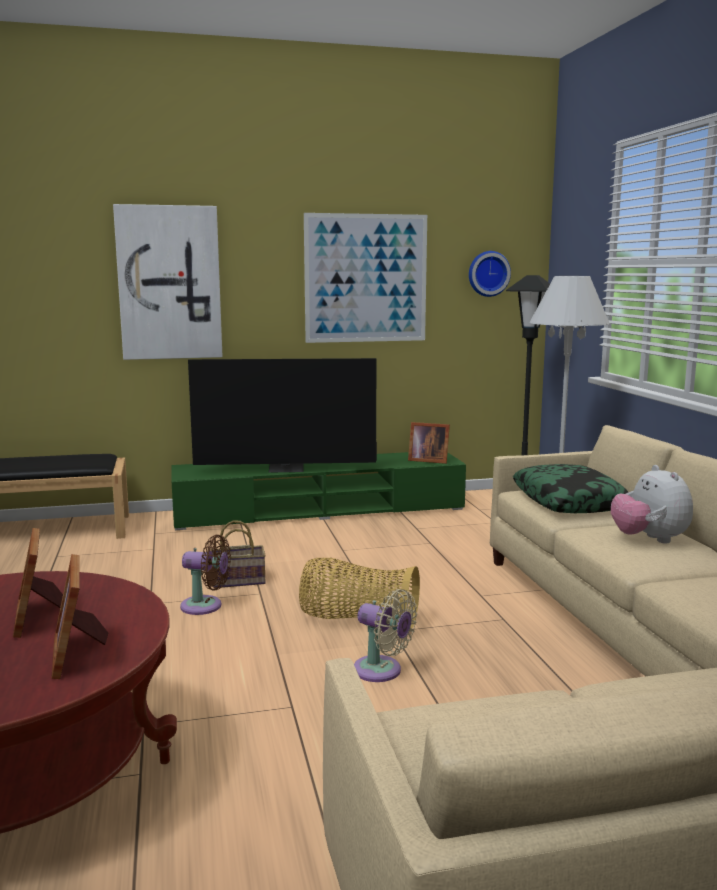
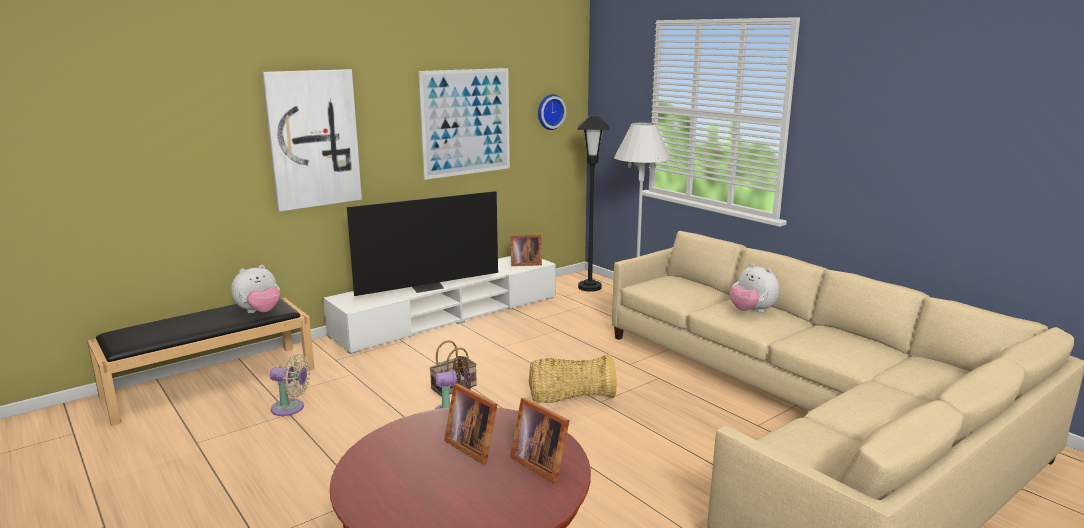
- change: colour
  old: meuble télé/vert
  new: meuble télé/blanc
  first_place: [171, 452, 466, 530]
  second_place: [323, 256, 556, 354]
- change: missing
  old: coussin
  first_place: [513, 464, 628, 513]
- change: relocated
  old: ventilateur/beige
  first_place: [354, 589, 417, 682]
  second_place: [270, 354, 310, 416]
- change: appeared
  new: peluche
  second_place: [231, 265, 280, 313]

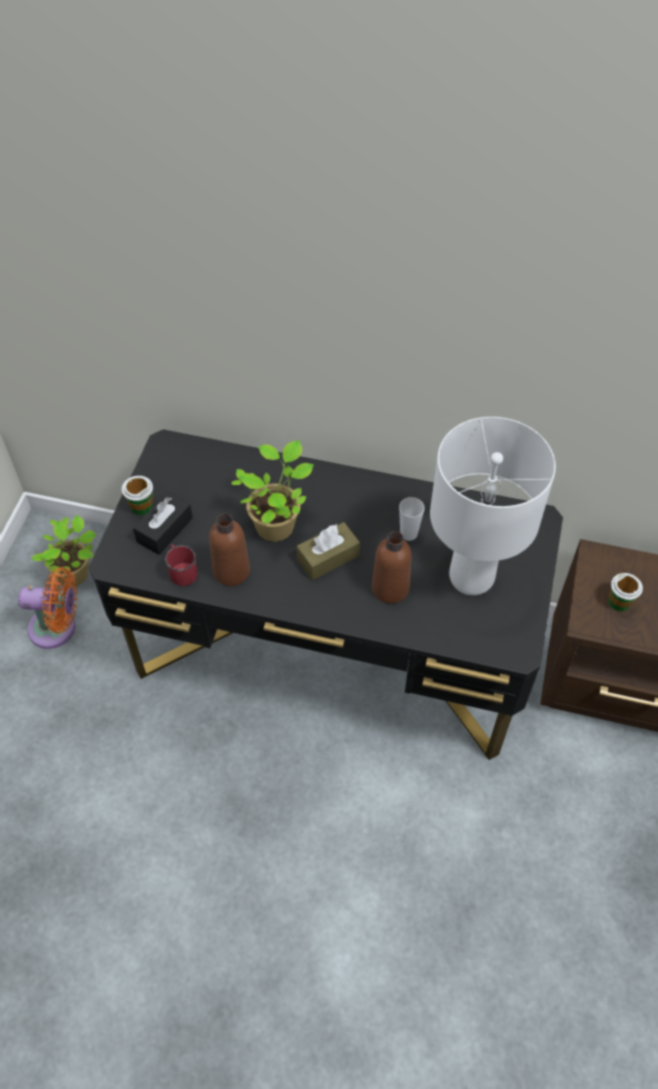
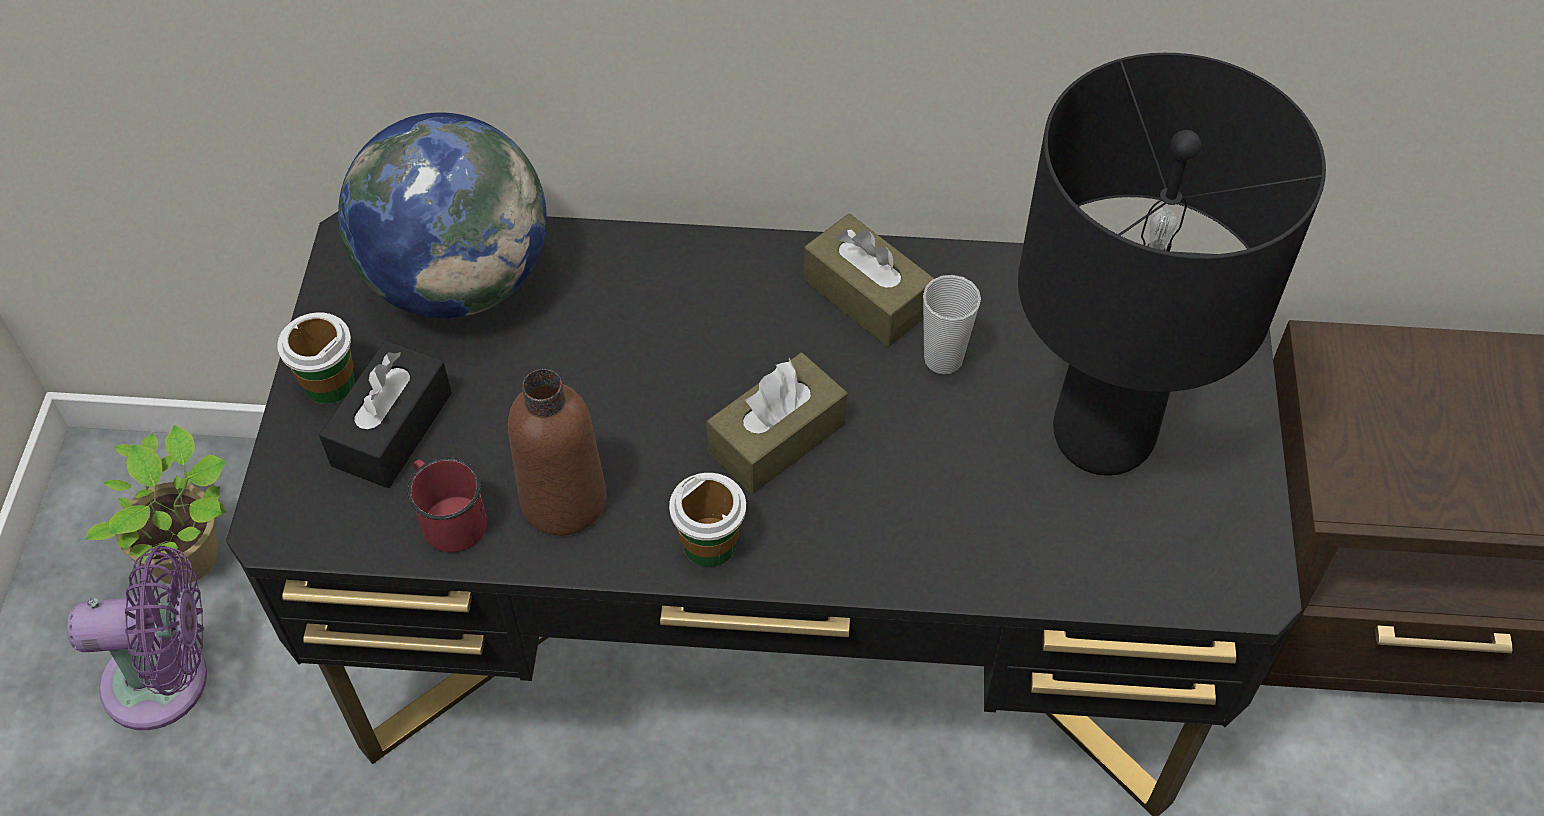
- change: colour
  old: lampe de table/blanc
  new: lampe de table/noir
  first_place: [430, 417, 556, 596]
  second_place: [1018, 53, 1326, 476]
- change: missing
  old: plante en pot
  first_place: [231, 440, 314, 542]
- change: missing
  old: bouteille/marron
  first_place: [372, 531, 412, 604]
- change: colour
  old: ventilateur/orange
  new: ventilateur/violet
  first_place: [18, 567, 77, 649]
  second_place: [67, 546, 207, 730]
- change: relocated
  old: tasse
  first_place: [609, 573, 643, 612]
  second_place: [669, 473, 746, 567]
- change: appeared
  new: globe
  second_place: [338, 113, 547, 318]
- change: appeared
  new: boîte à mouchoirs/marron
  second_place: [804, 214, 934, 347]

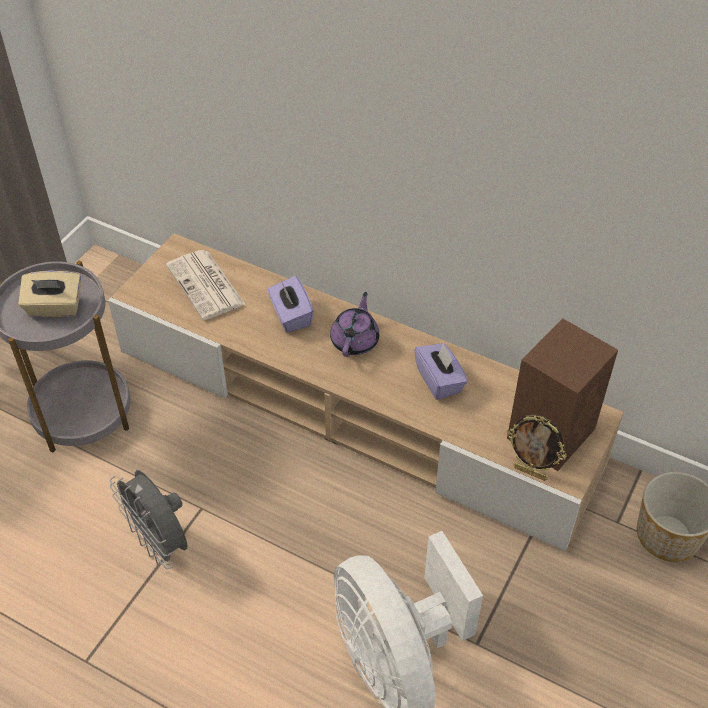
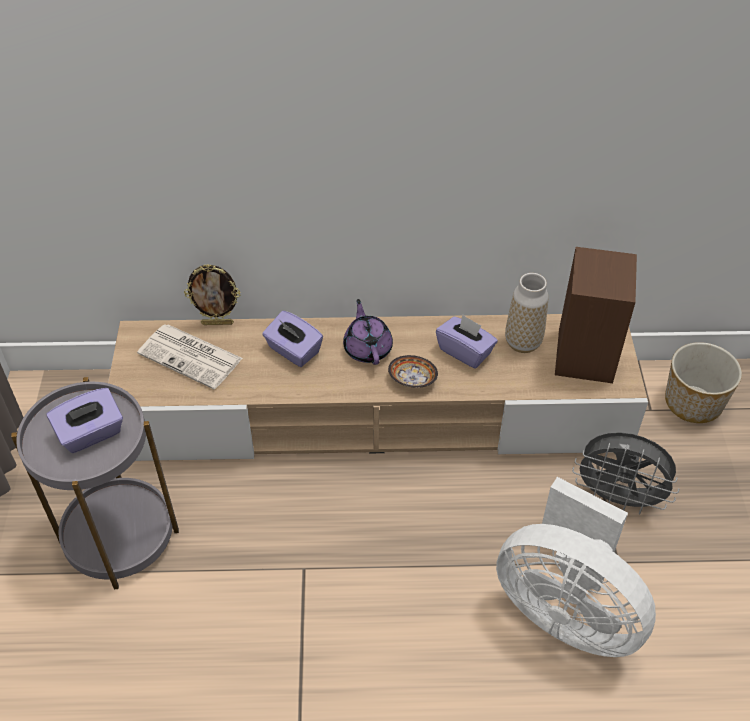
- change: colour
  old: boîte à mouchoirs/beige
  new: boîte à mouchoirs/violet
  first_place: [18, 271, 81, 317]
  second_place: [46, 388, 123, 453]
- change: relocated
  old: cadre photo
  first_place: [507, 415, 567, 481]
  second_place: [184, 264, 241, 325]
- change: relocated
  old: ventilateur/gris
  first_place: [110, 470, 187, 569]
  second_place: [572, 432, 680, 515]
- change: appeared
  new: vase
  second_place: [505, 273, 549, 353]
- change: appeared
  new: bol
  second_place: [388, 355, 438, 388]

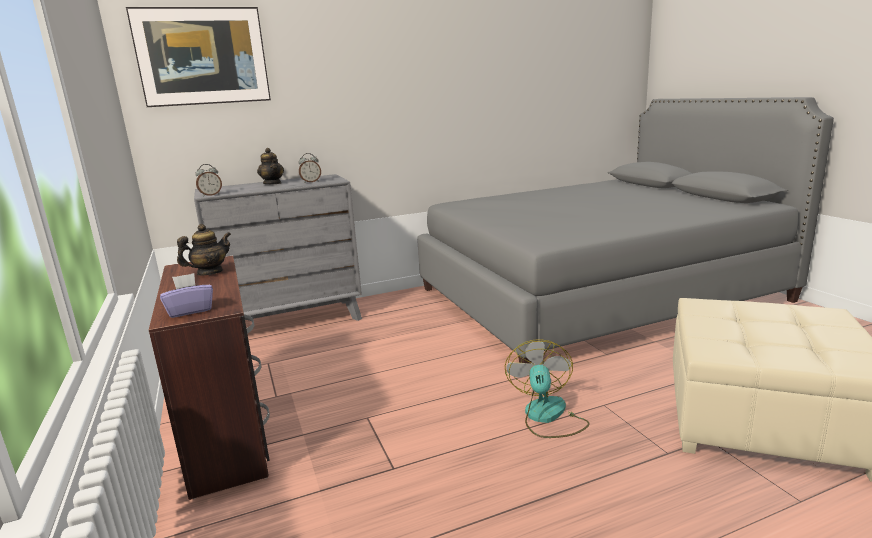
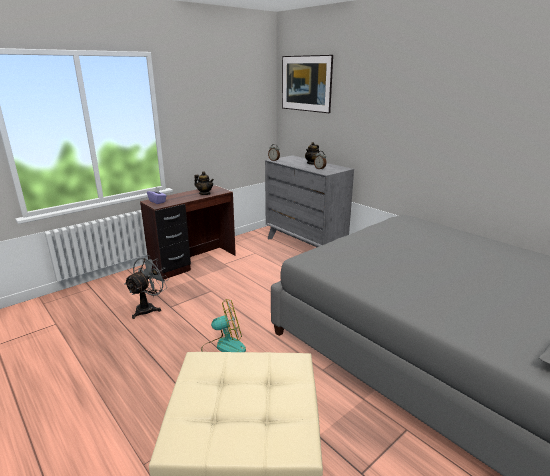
- change: appeared
  new: ventilateur/gris
  second_place: [124, 255, 169, 319]

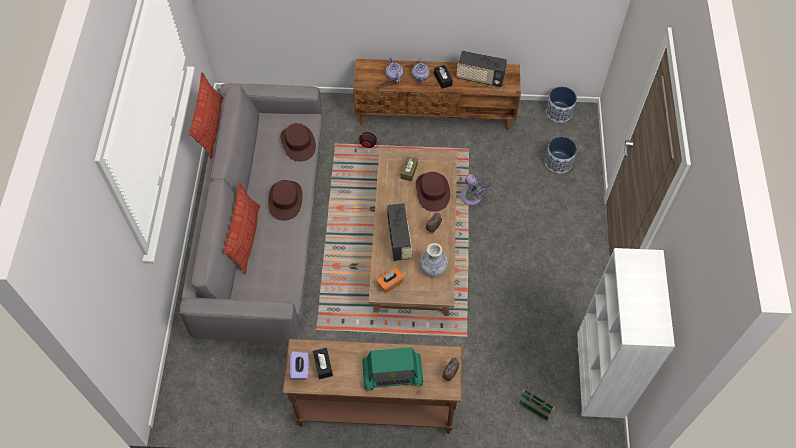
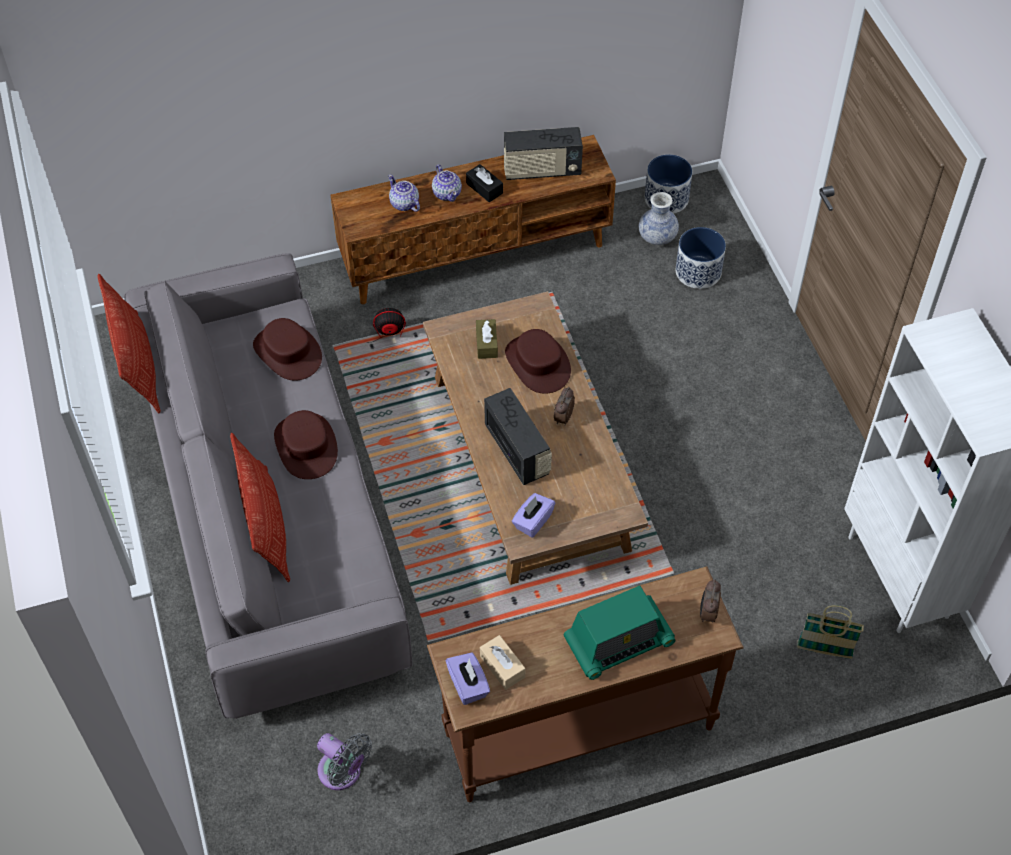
- change: relocated
  old: ventilateur/gris
  first_place: [460, 174, 491, 206]
  second_place: [317, 733, 372, 790]
- change: relocated
  old: vase
  first_place: [420, 243, 448, 276]
  second_place: [639, 192, 679, 245]
- change: colour
  old: boîte à mouchoirs/orange
  new: boîte à mouchoirs/violet
  first_place: [376, 268, 404, 293]
  second_place: [511, 493, 555, 538]
- change: colour
  old: boîte à mouchoirs/noir
  new: boîte à mouchoirs/beige
  first_place: [313, 348, 333, 379]
  second_place: [480, 635, 525, 690]

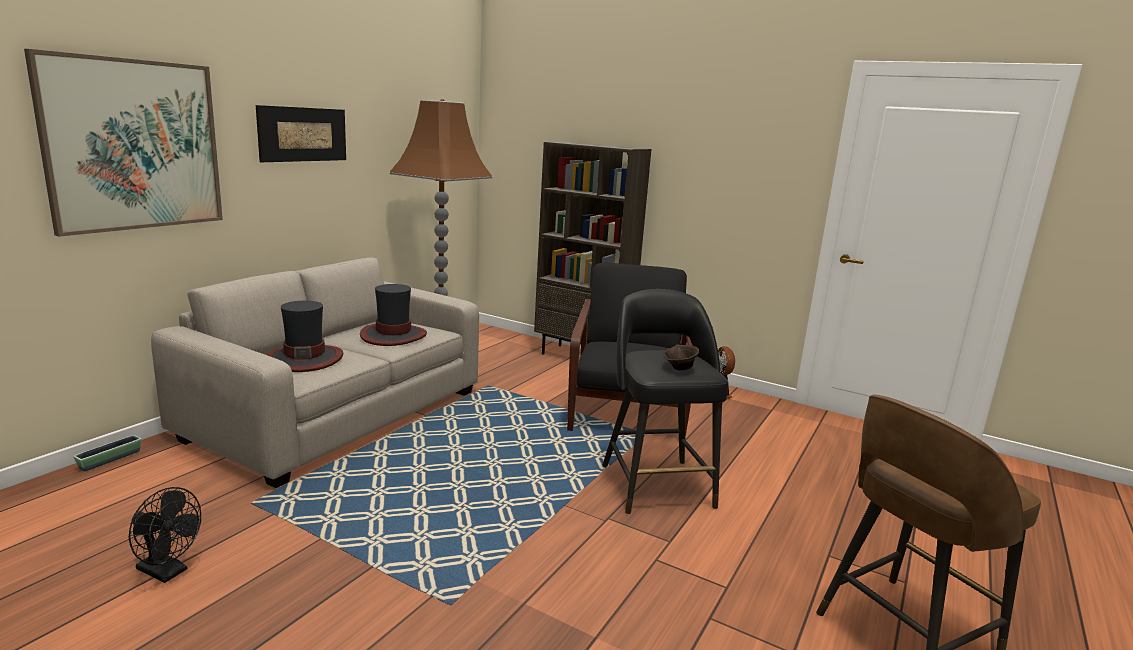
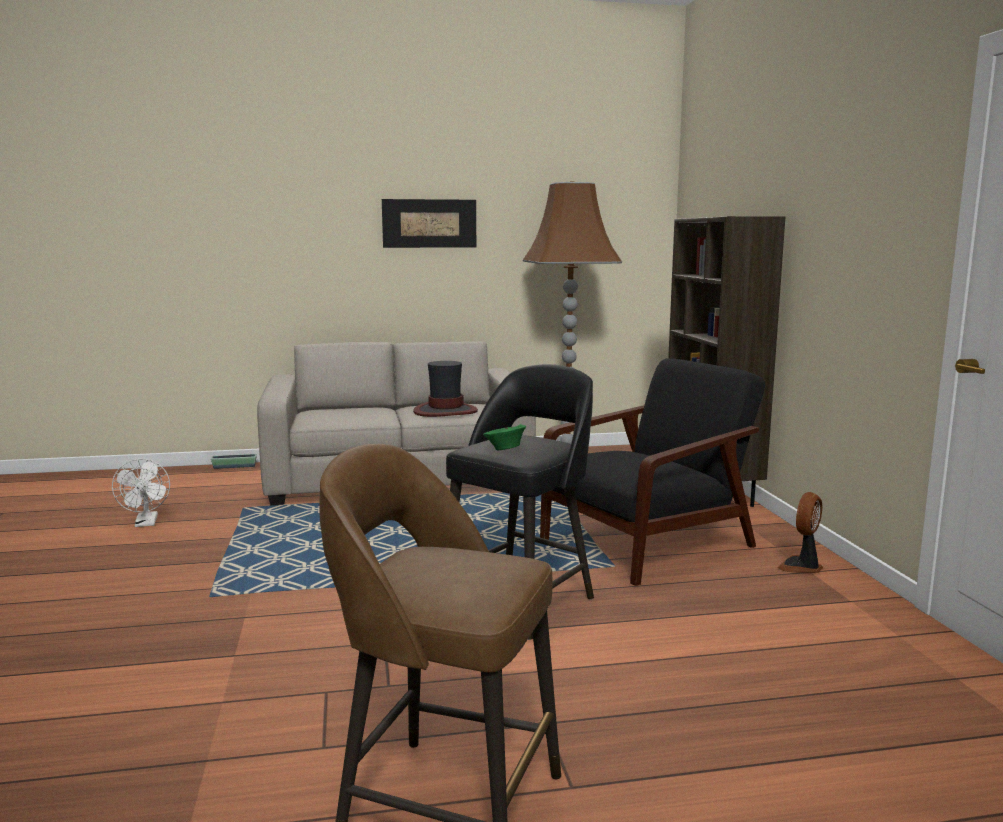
- change: missing
  old: tableau
  first_place: [24, 49, 223, 237]
- change: missing
  old: chapeau
  first_place: [266, 301, 343, 372]
- change: colour
  old: bol/marron
  new: bol/vert
  first_place: [664, 345, 699, 371]
  second_place: [483, 424, 526, 450]
- change: colour
  old: ventilateur/noir
  new: ventilateur/blanc
  first_place: [129, 487, 201, 583]
  second_place: [112, 459, 170, 527]

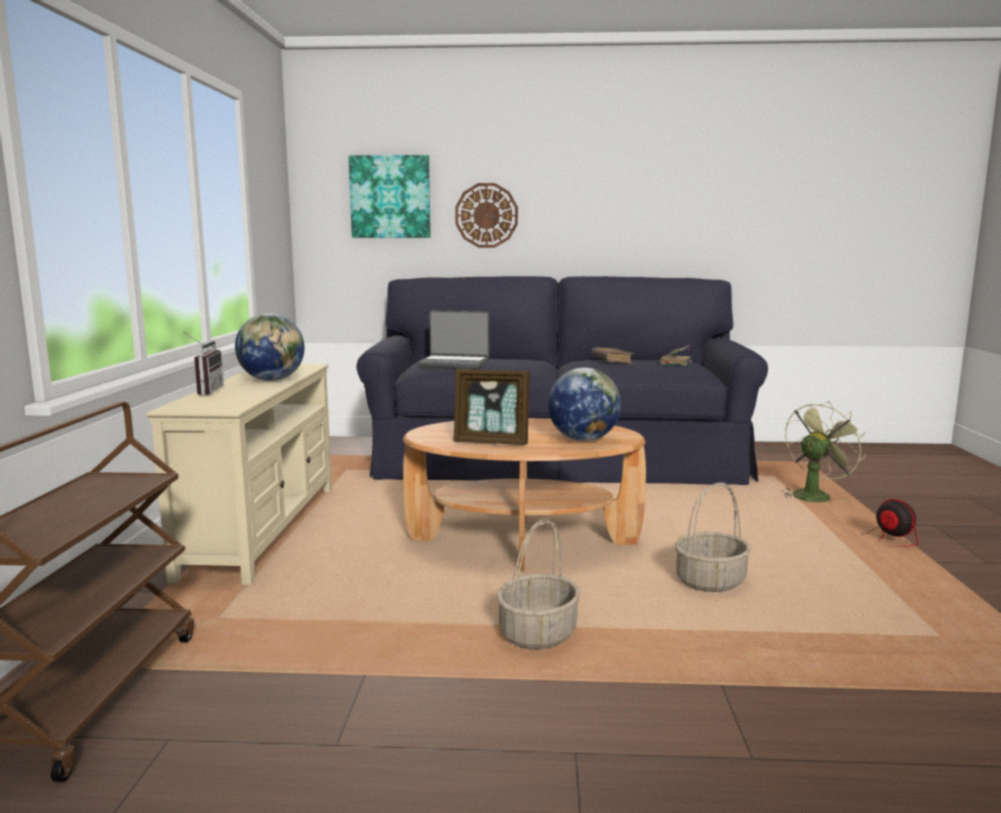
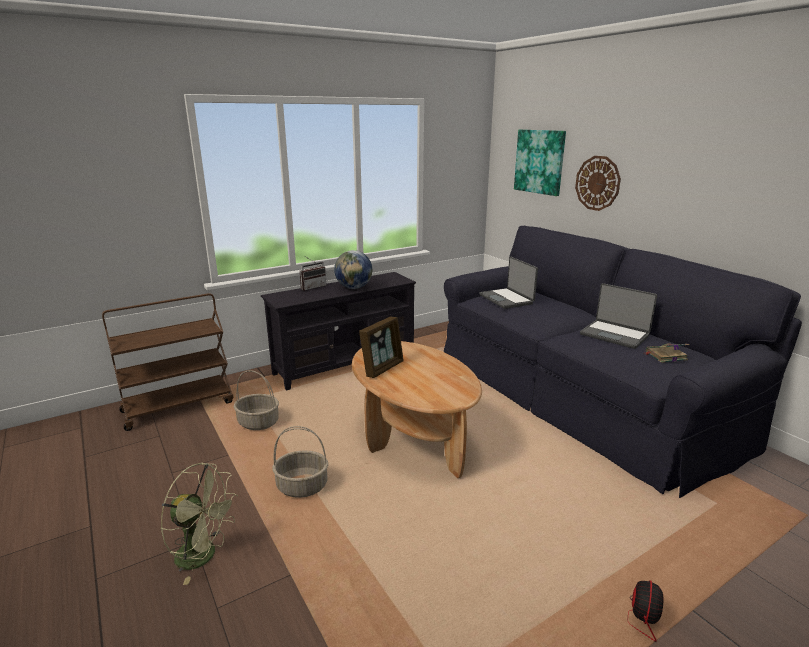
- change: exchanged
  old: livre/marron
  new: ordinateur portable
  first_place: [591, 348, 634, 364]
  second_place: [580, 283, 657, 349]
- change: colour
  old: meuble télé/beige
  new: meuble télé/noir
  first_place: [146, 364, 332, 585]
  second_place: [261, 272, 416, 390]
- change: missing
  old: globe
  first_place: [548, 368, 621, 441]
- change: spun
  old: cadre photo
  first_place: [454, 369, 530, 445]
  second_place: [359, 317, 404, 378]
  degrees: -120
- change: relocated
  old: ventilateur/vert
  first_place: [782, 401, 866, 502]
  second_place: [160, 463, 238, 585]
- change: relocated
  old: panier
  first_place: [675, 482, 751, 592]
  second_place: [234, 370, 279, 430]

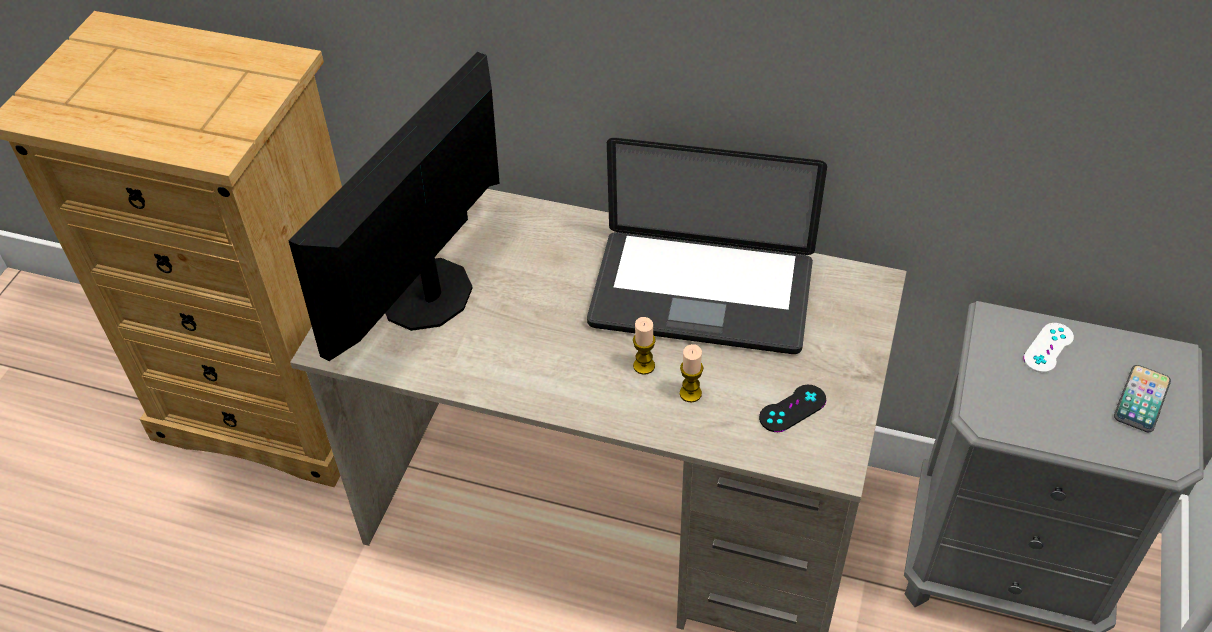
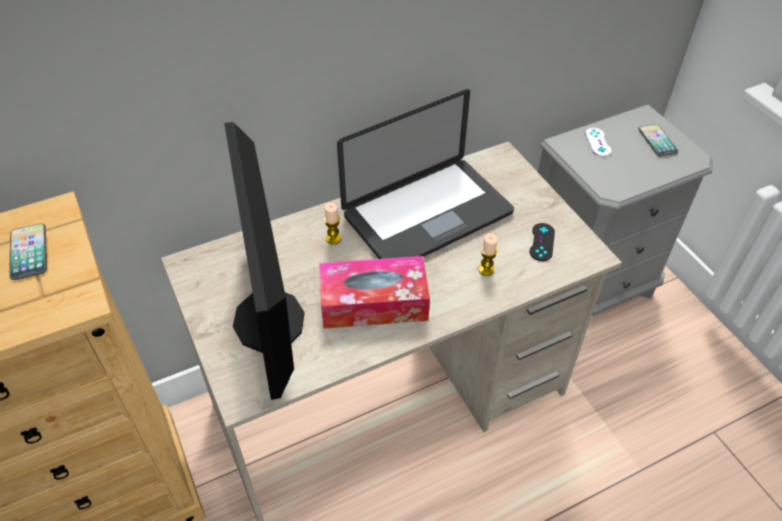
- change: relocated
  old: bougie
  first_place: [633, 317, 656, 375]
  second_place: [324, 203, 341, 244]
- change: appeared
  new: téléphone
  second_place: [9, 223, 47, 280]
- change: appeared
  new: boîte à mouchoirs
  second_place: [319, 256, 430, 329]

